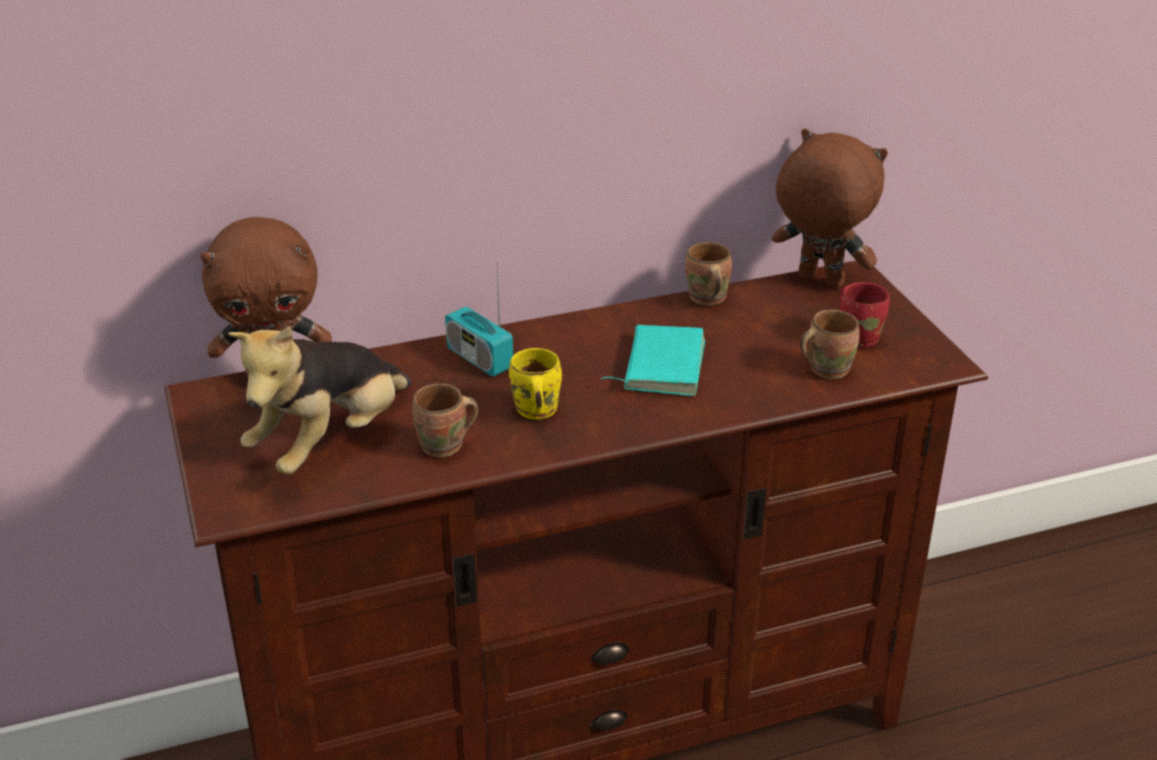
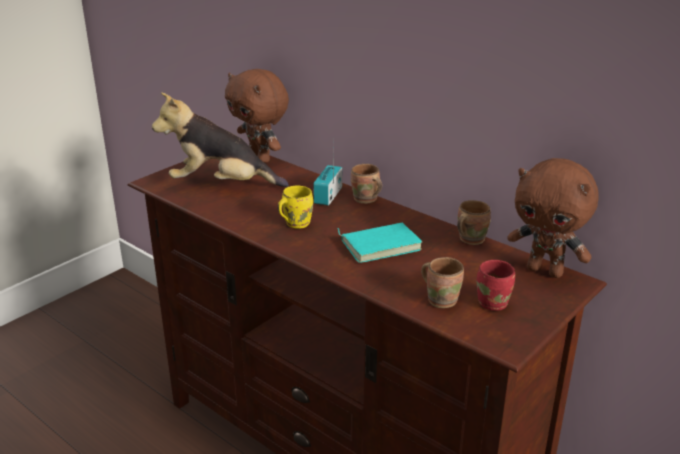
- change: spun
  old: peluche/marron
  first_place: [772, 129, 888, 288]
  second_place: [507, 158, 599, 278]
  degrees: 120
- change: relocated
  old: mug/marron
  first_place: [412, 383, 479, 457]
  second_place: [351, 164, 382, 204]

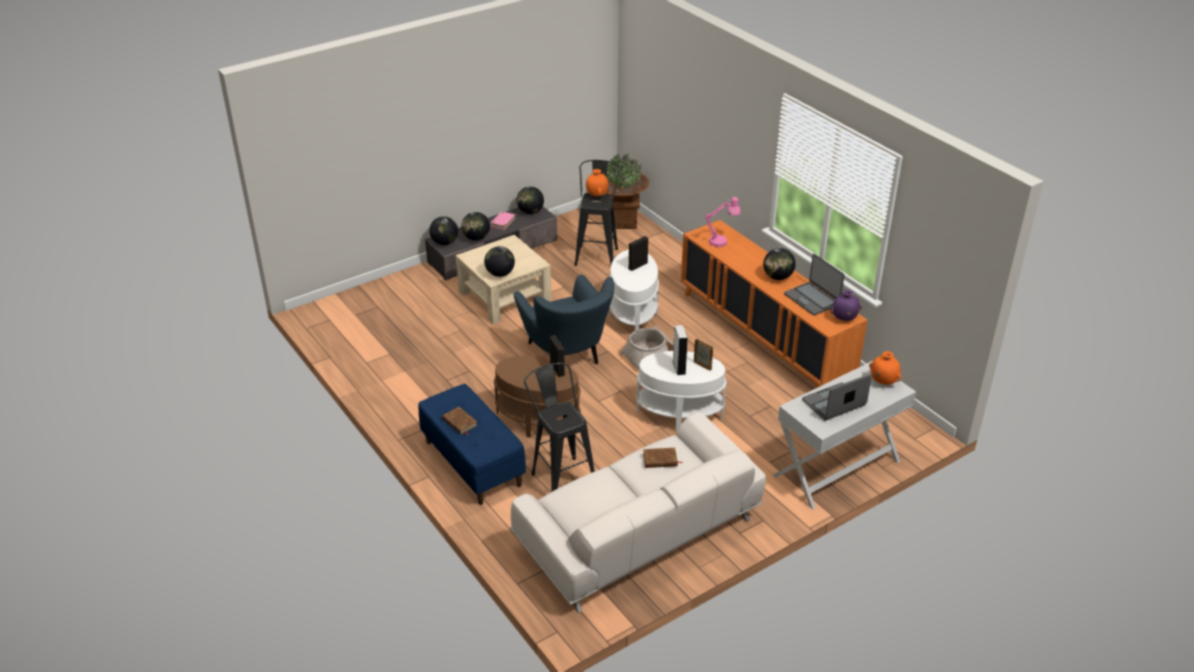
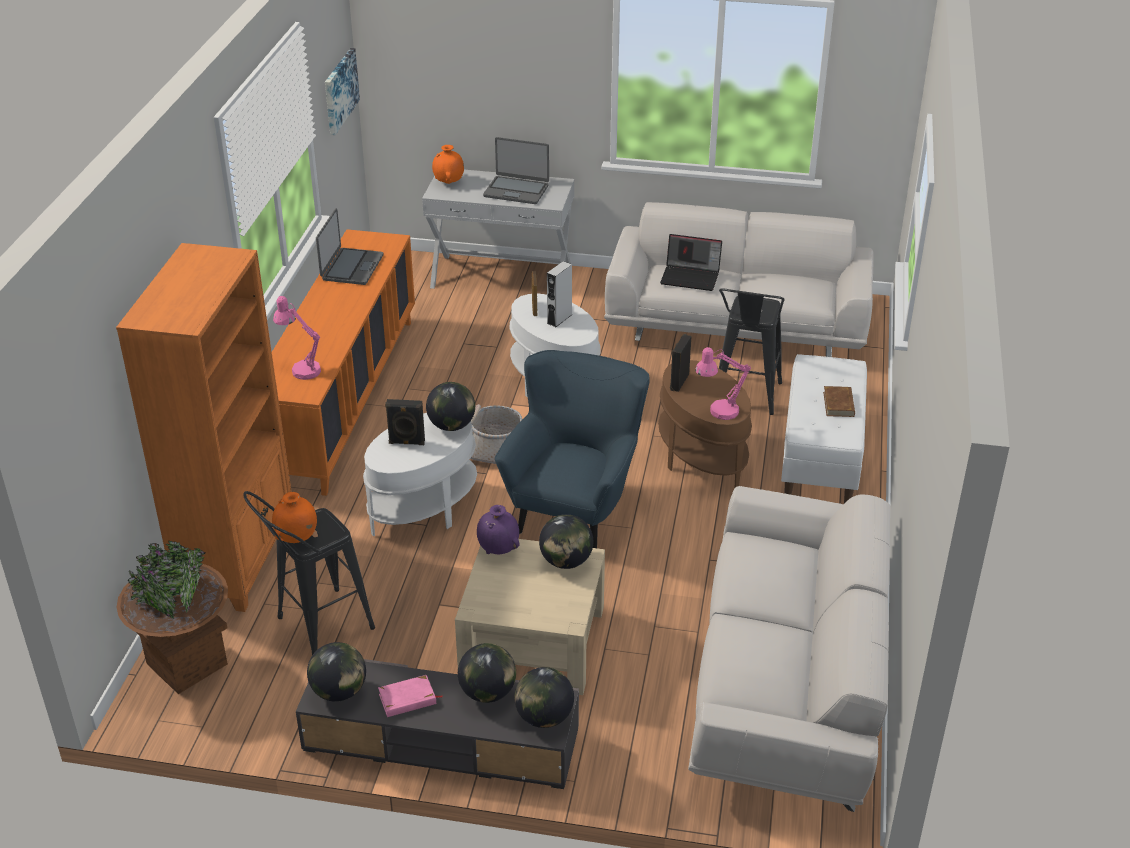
- change: relocated
  old: globe
  first_place: [763, 248, 796, 280]
  second_place: [426, 382, 475, 431]
- change: relocated
  old: vase/violet
  first_place: [830, 290, 862, 321]
  second_place: [477, 505, 520, 554]
- change: colour
  old: banc/bleu
  new: banc/blanc
  first_place: [418, 384, 526, 505]
  second_place: [781, 354, 867, 504]
- change: exchanged
  old: livre/marron
  new: ordinateur portable
  first_place: [643, 448, 682, 468]
  second_place: [660, 234, 722, 291]
- change: appeared
  new: tableau
  second_place: [325, 48, 360, 135]
- change: appeared
  new: bibliothèque/orange
  second_place: [116, 243, 292, 612]
- change: appeared
  new: lampe de table/rose
  second_place: [695, 347, 751, 420]
- change: appeared
  new: canapé/blanc
  second_place: [688, 486, 890, 812]

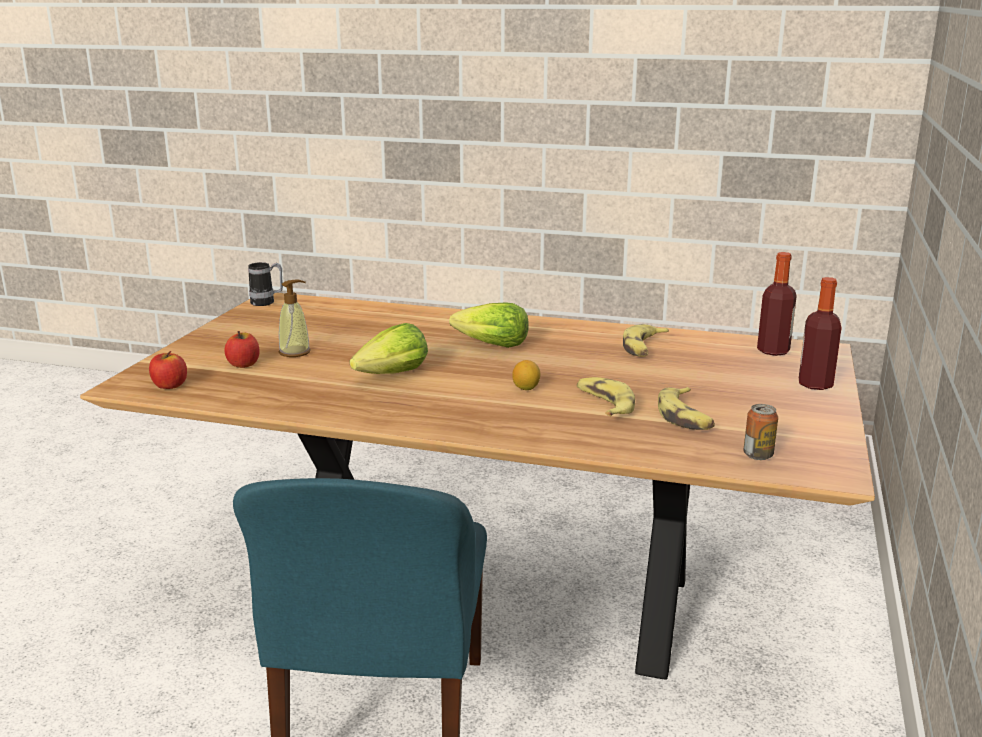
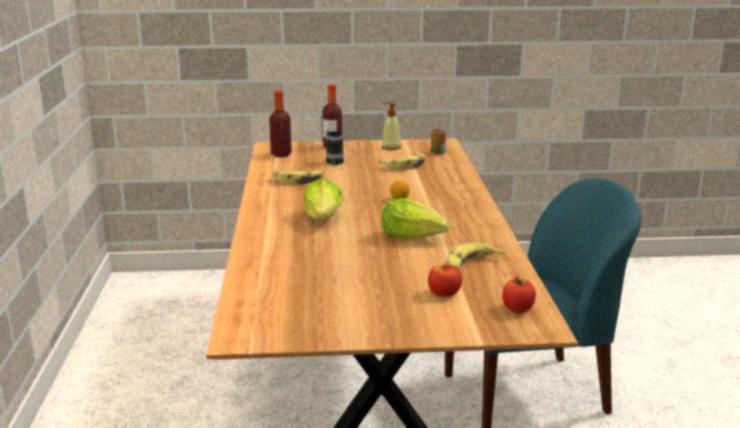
- change: relocated
  old: mug
  first_place: [248, 262, 283, 306]
  second_place: [326, 129, 344, 165]
- change: relocated
  old: distributeur de savon
  first_place: [279, 279, 311, 357]
  second_place: [382, 102, 401, 150]
- change: relocated
  old: banane
  first_place: [576, 377, 635, 416]
  second_place: [447, 242, 505, 270]

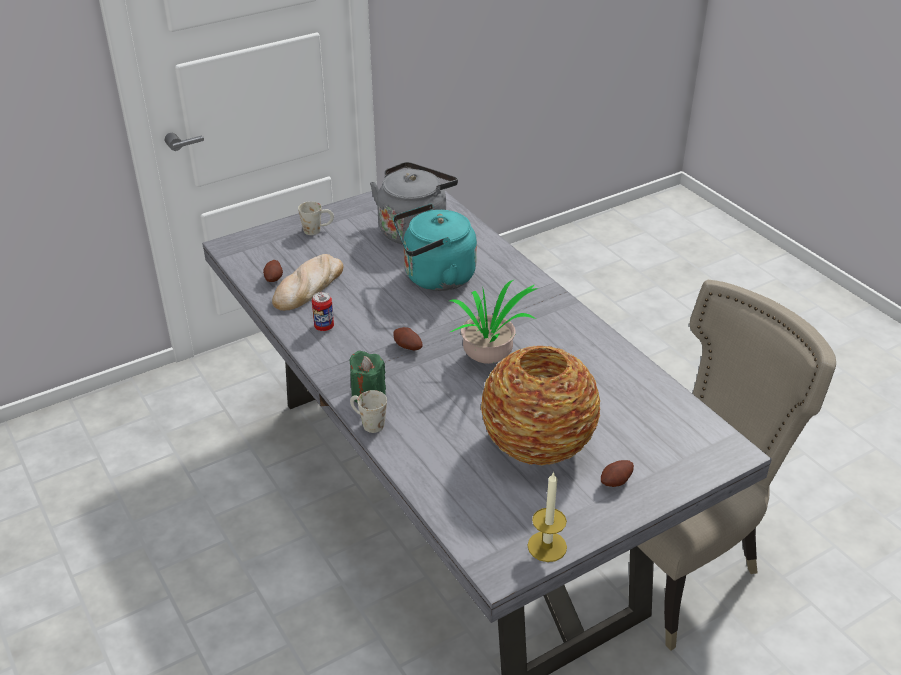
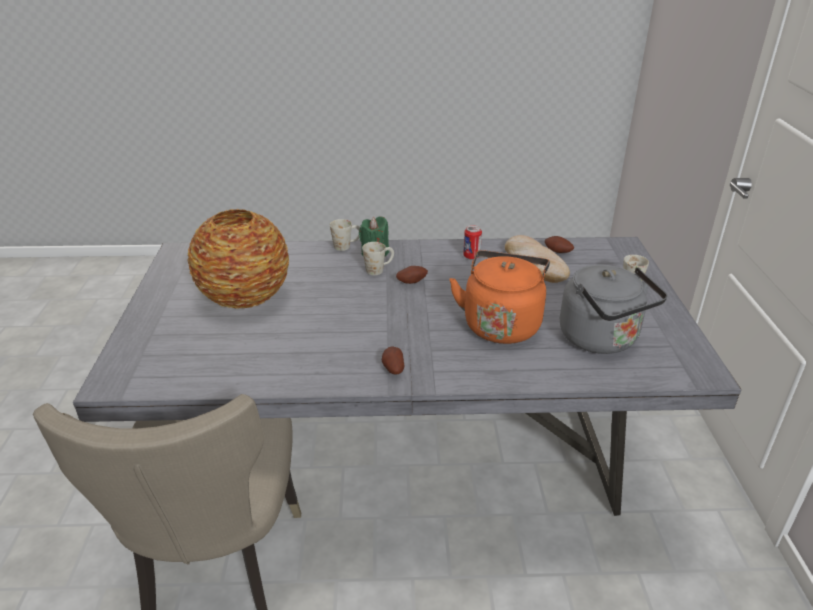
- change: colour
  old: bouilloire/turquoise
  new: bouilloire/orange
  first_place: [393, 204, 477, 291]
  second_place: [449, 250, 550, 344]
- change: missing
  old: plante en pot
  first_place: [450, 280, 538, 364]
- change: relocated
  old: pomme de terre
  first_place: [601, 460, 634, 487]
  second_place: [382, 347, 404, 375]
- change: missing
  old: bougie
  first_place: [527, 471, 567, 562]
- change: appeared
  new: mug/blanc
  second_place: [362, 242, 394, 275]

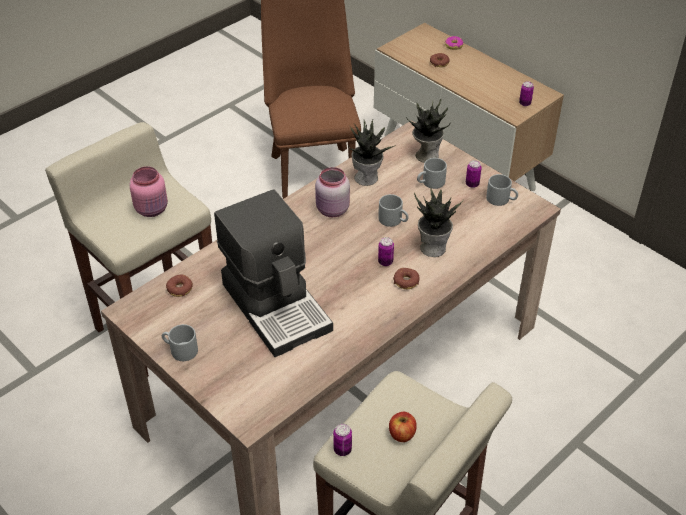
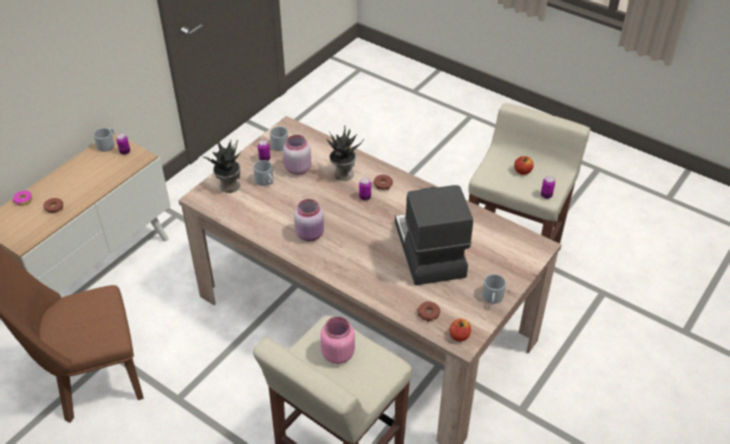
- change: missing
  old: plante en pot
  first_place: [348, 119, 394, 186]
- change: spun
  old: machine à café
  first_place: [214, 189, 333, 357]
  second_place: [395, 185, 473, 285]
  degrees: -60
- change: relocated
  old: mug/gris
  first_place: [378, 194, 409, 227]
  second_place: [94, 128, 114, 152]
- change: appeared
  new: bocal/rose
  second_place: [283, 135, 311, 175]
- change: appeared
  new: pomme
  second_place: [449, 319, 471, 342]

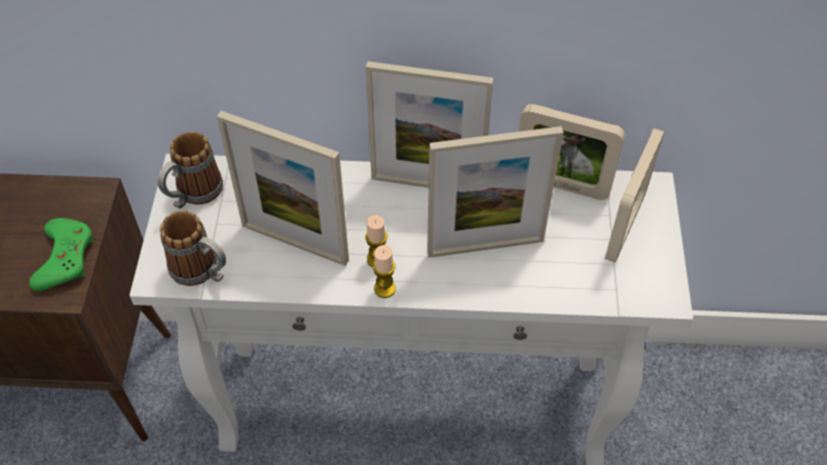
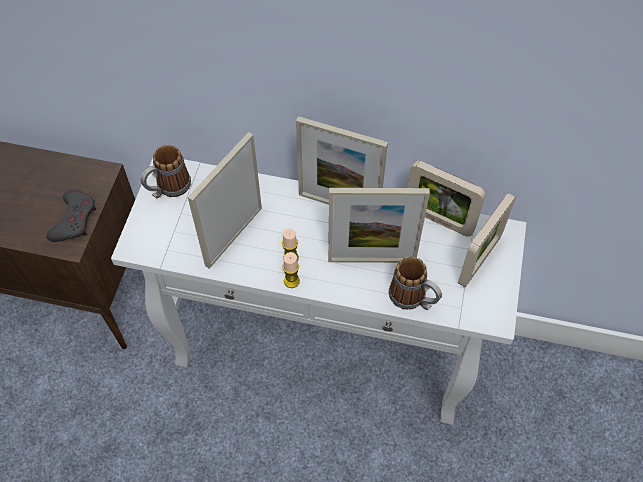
- change: spun
  old: cadre photo
  first_place: [217, 111, 349, 266]
  second_place: [188, 132, 262, 269]
  degrees: 90
- change: relocated
  old: mug
  first_place: [160, 210, 226, 286]
  second_place: [389, 256, 442, 310]
- change: colour
  old: manette/vert
  new: manette/gris
  first_place: [29, 218, 93, 291]
  second_place: [46, 190, 96, 242]

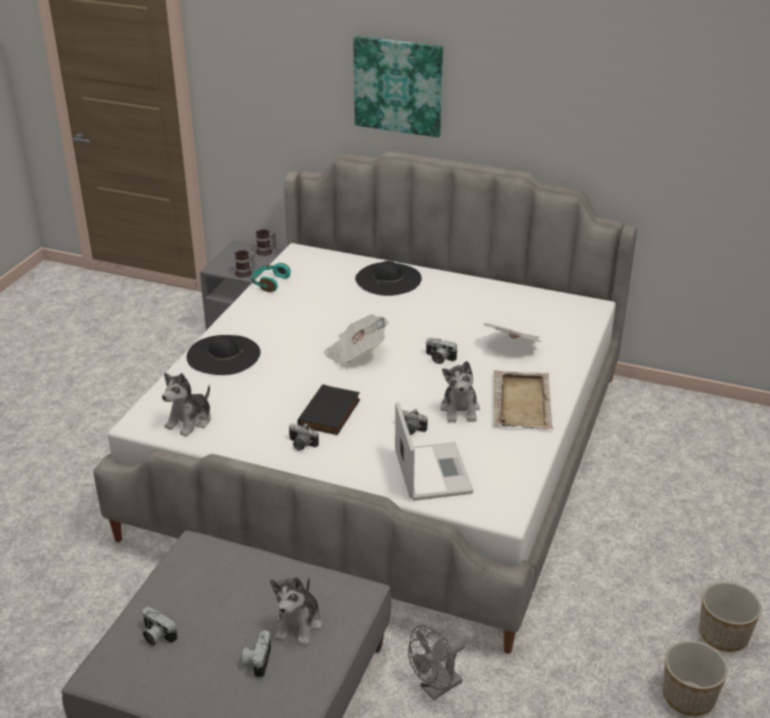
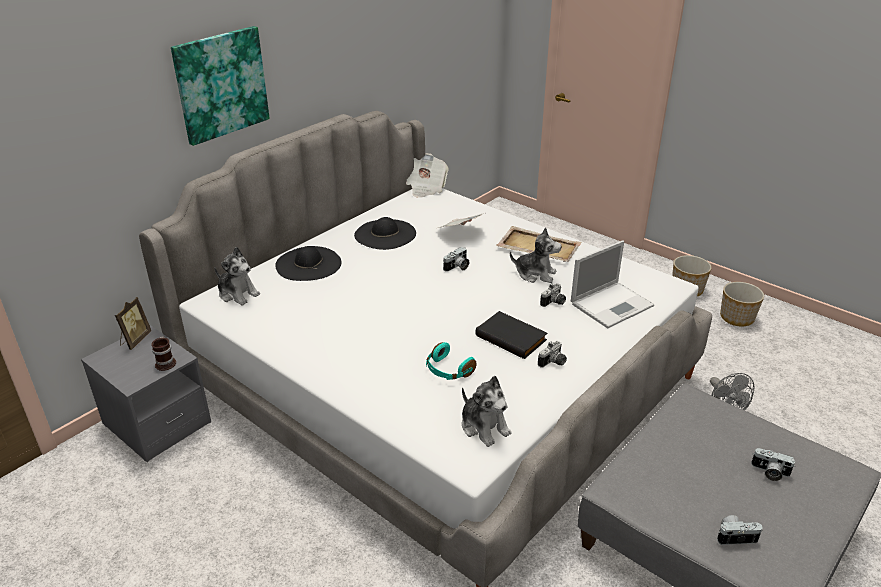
- change: exchanged
  old: mug
  new: cadre photo
  first_place: [256, 229, 276, 256]
  second_place: [115, 297, 151, 350]
- change: relocated
  old: casque audio/turquoise
  first_place: [250, 263, 291, 292]
  second_place: [426, 342, 476, 380]
- change: relocated
  old: journal
  first_place: [324, 314, 388, 366]
  second_place: [406, 153, 449, 198]
- change: relocated
  old: chapeau/noir
  first_place: [187, 335, 260, 375]
  second_place: [354, 217, 416, 250]
- change: spun
  old: ordinateur portable
  first_place: [395, 402, 473, 501]
  second_place: [571, 240, 654, 328]
  degrees: 135
- change: relocated
  old: peluche
  first_place: [270, 577, 322, 646]
  second_place: [215, 247, 260, 305]
- change: spun
  old: appareil photo
  first_place: [143, 607, 177, 646]
  second_place: [717, 515, 763, 545]
  degrees: -150

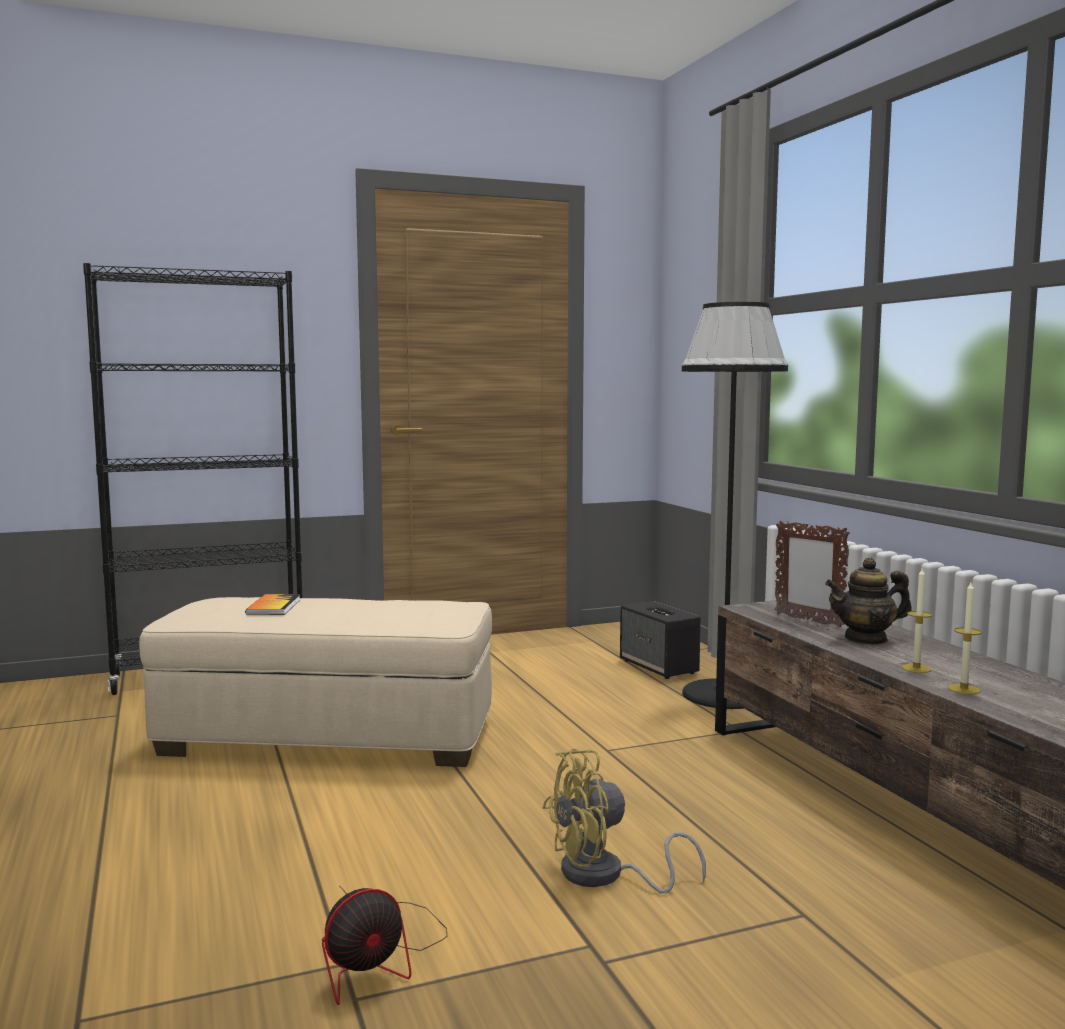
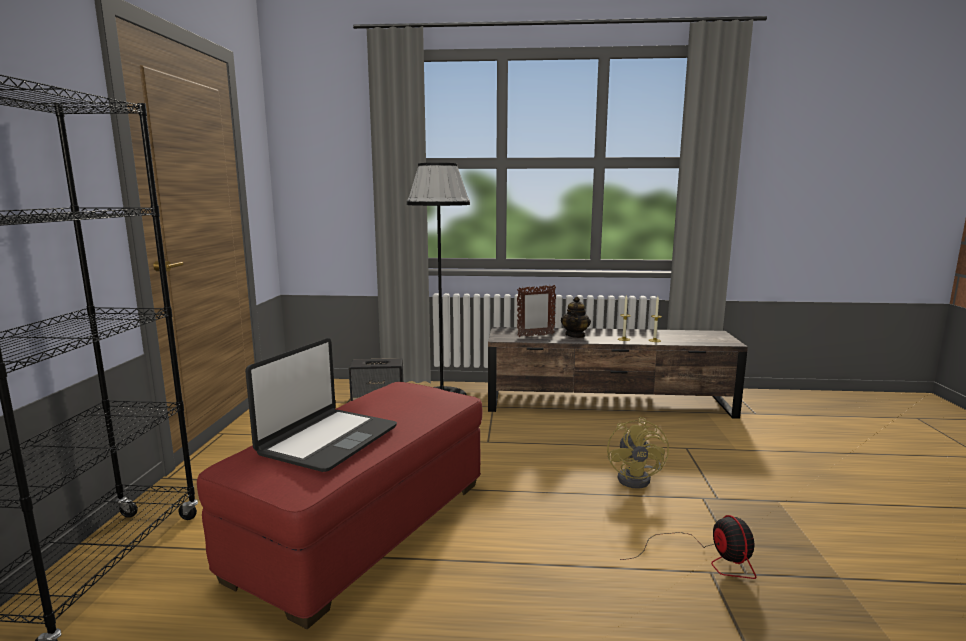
- change: exchanged
  old: livre
  new: ordinateur portable
  first_place: [245, 594, 300, 615]
  second_place: [245, 338, 397, 472]
- change: colour
  old: pouf/beige
  new: pouf/rouge
  first_place: [139, 597, 492, 767]
  second_place: [197, 382, 482, 629]

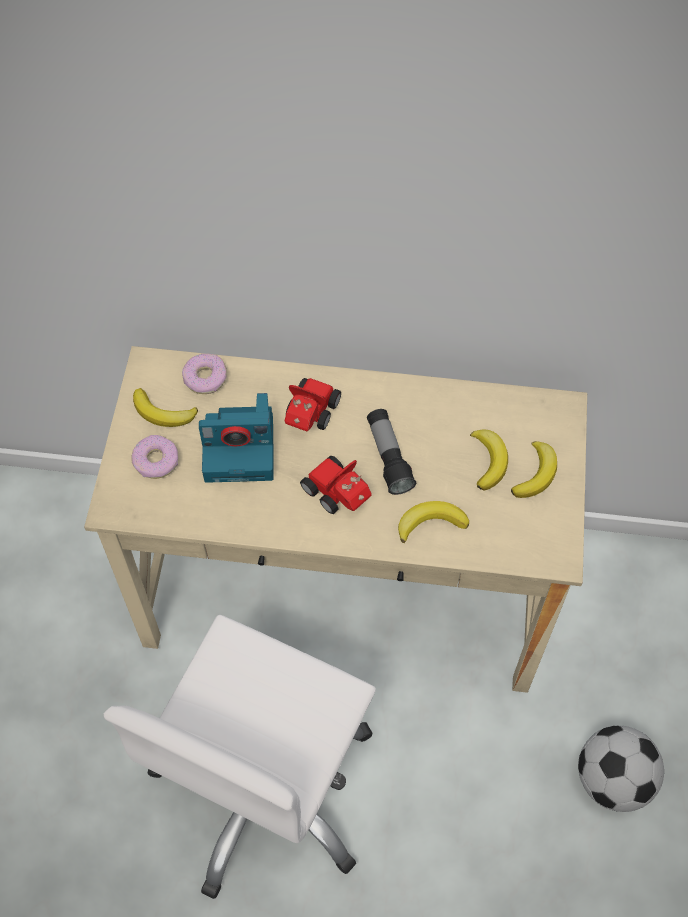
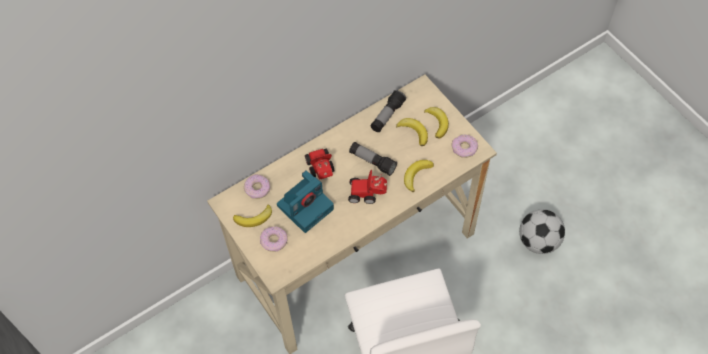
- change: appeared
  new: lampe de poche
  second_place: [370, 90, 406, 132]
- change: appeared
  new: beignet
  second_place: [451, 135, 478, 158]

